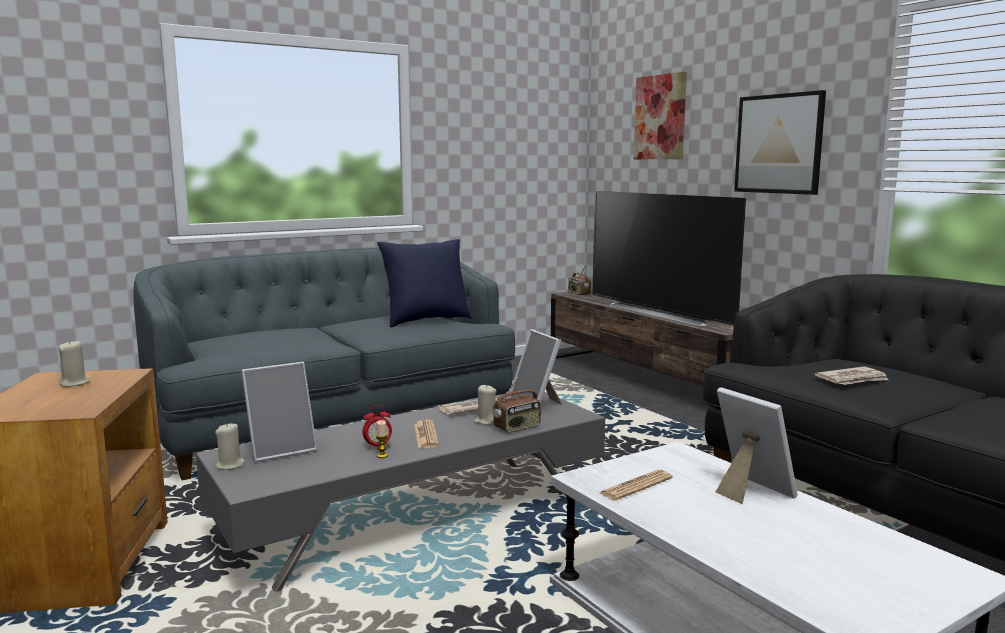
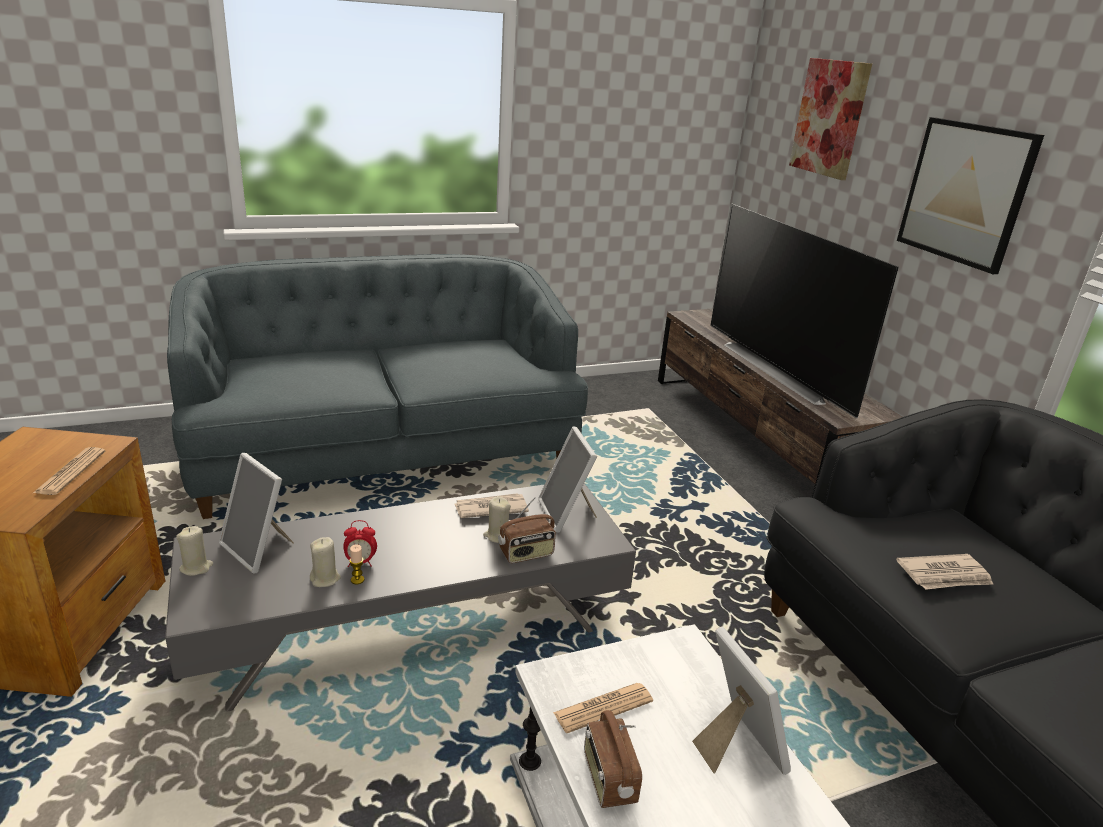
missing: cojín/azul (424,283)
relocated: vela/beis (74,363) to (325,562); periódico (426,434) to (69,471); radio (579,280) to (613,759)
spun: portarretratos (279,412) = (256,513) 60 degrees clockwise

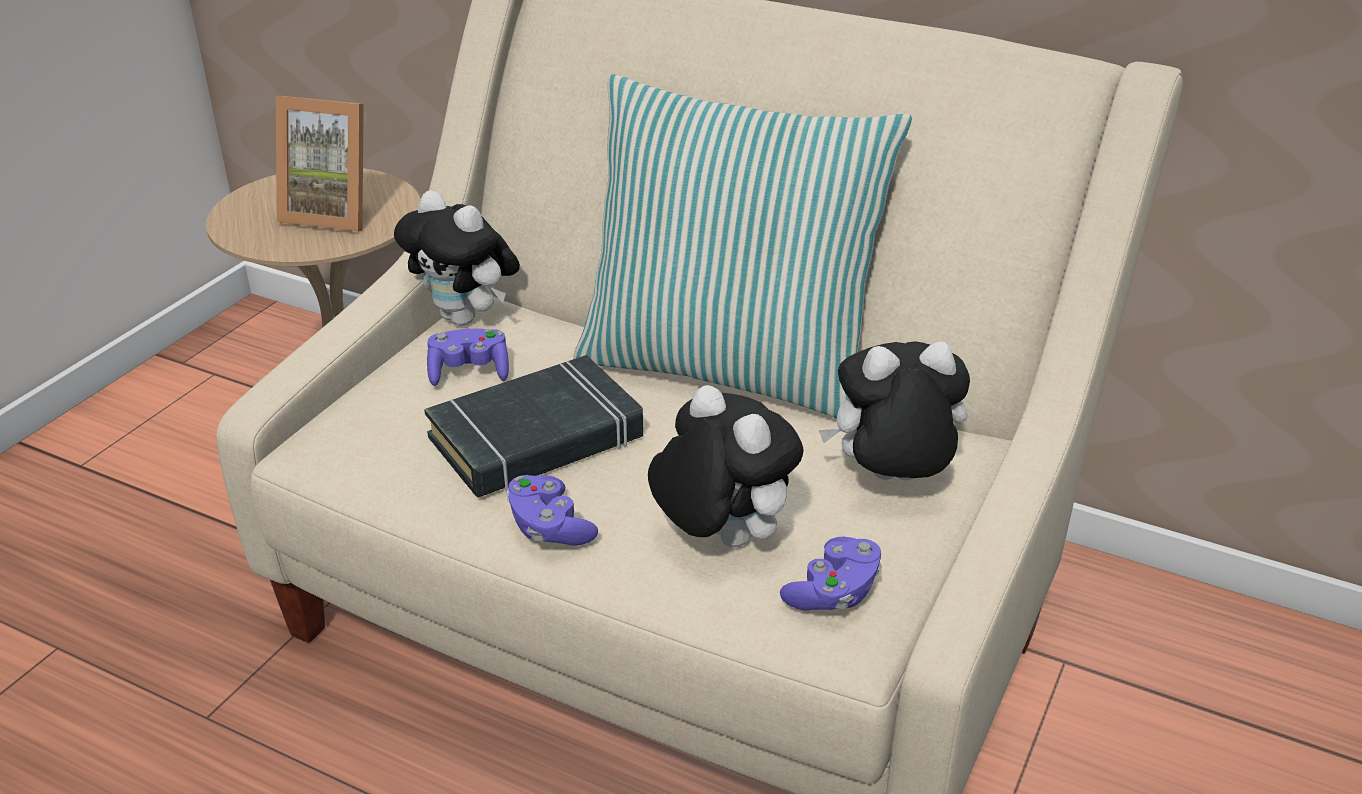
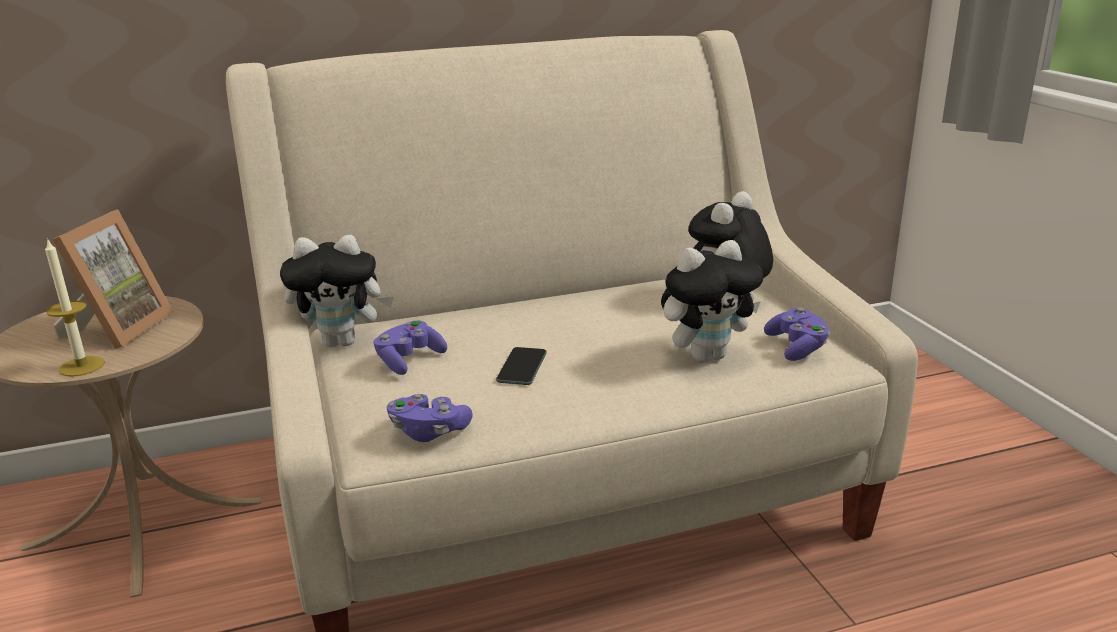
missing: cojín (742,246)
appeared: vela (75,307)
relocated: mando de consola/morado (552,510) to (430,418)
exchanged: libro/negro (533,426) to móvil (521,366)
spun: portarretratos (320,164) = (112,279) 45 degrees counterclockwise; peluche (726,466) = (712,301) 150 degrees clockwise

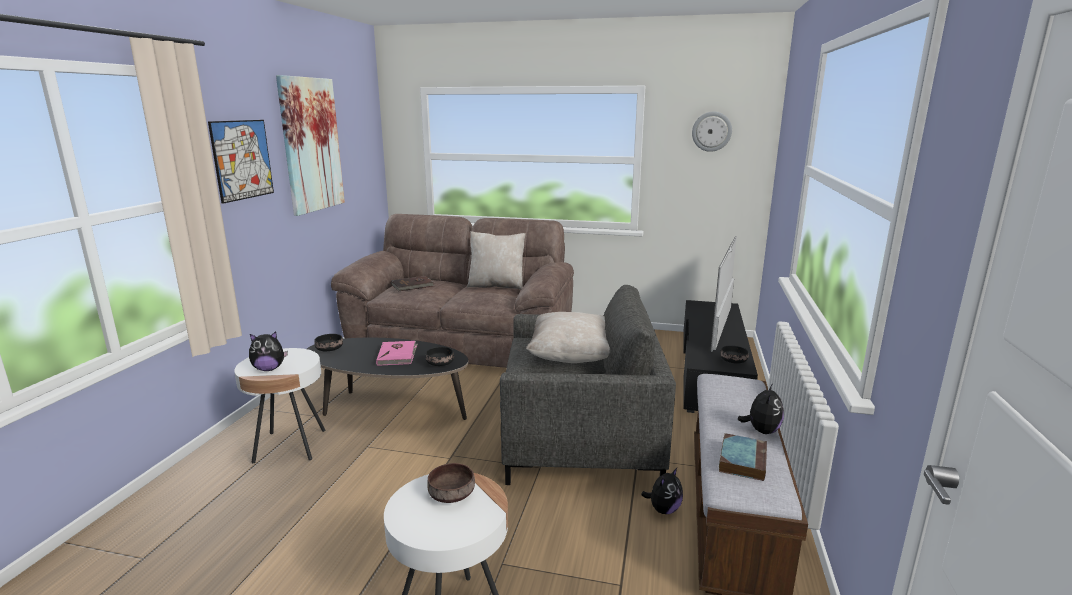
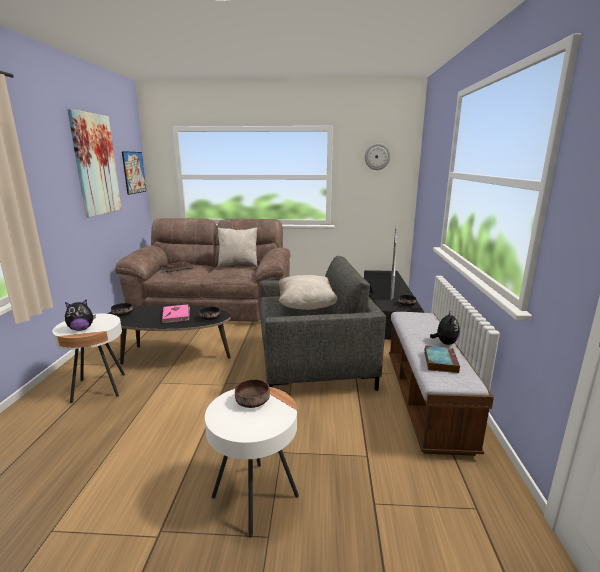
missing: peluche (662,491)
relocated: cuadro (241,162) to (134,173)

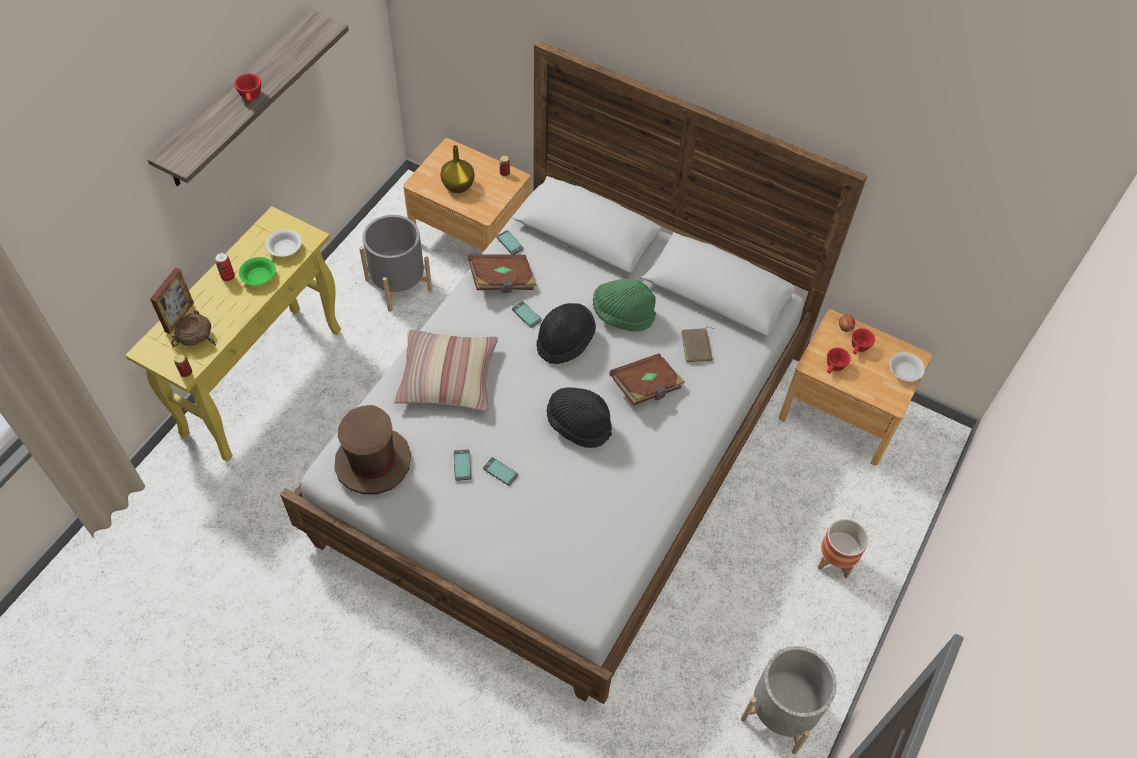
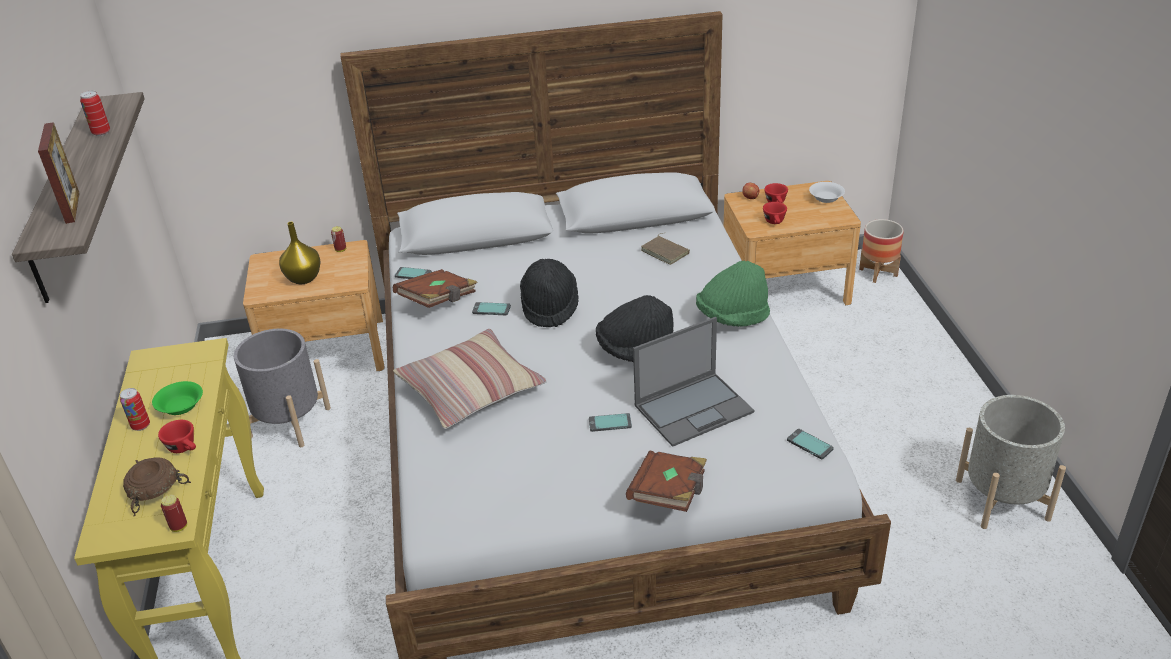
missing: cuenco/blanco (284,243); sombrero/marrón (372,449)
appeared: lata (95,113); portátil (693,382)
relocated: portarretratos (172,300) to (58,173); taza/rojo (247,88) to (177,436); móvil (462,465) to (810,444); sombrero/verde (624,305) to (733,294); libro/marrón (647,379) to (666,481); maceta (843,548) to (881,251)

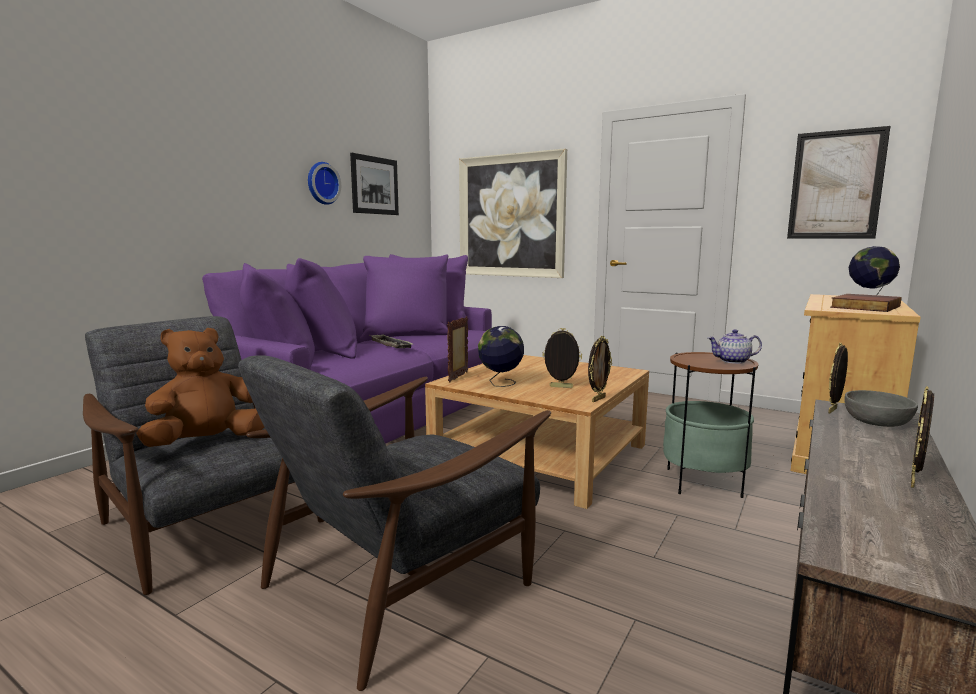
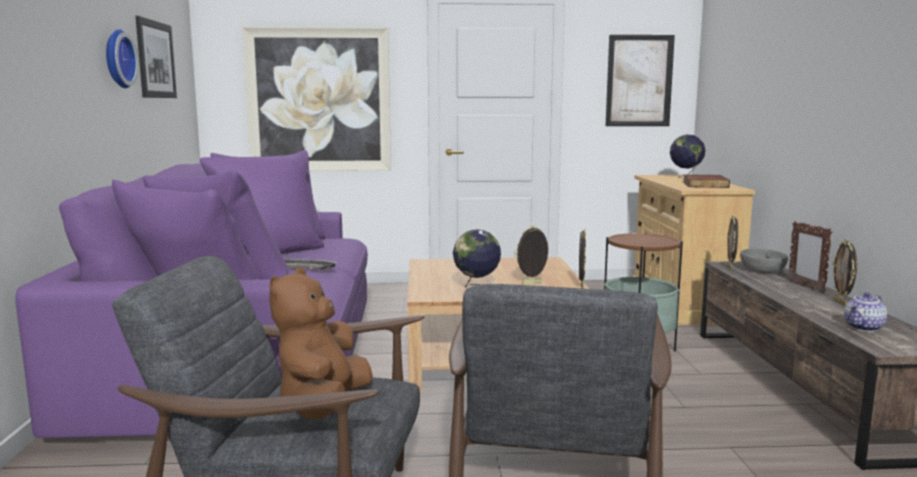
relocated: portarretratos (457,349) to (810,257); tetera (735,346) to (865,312)

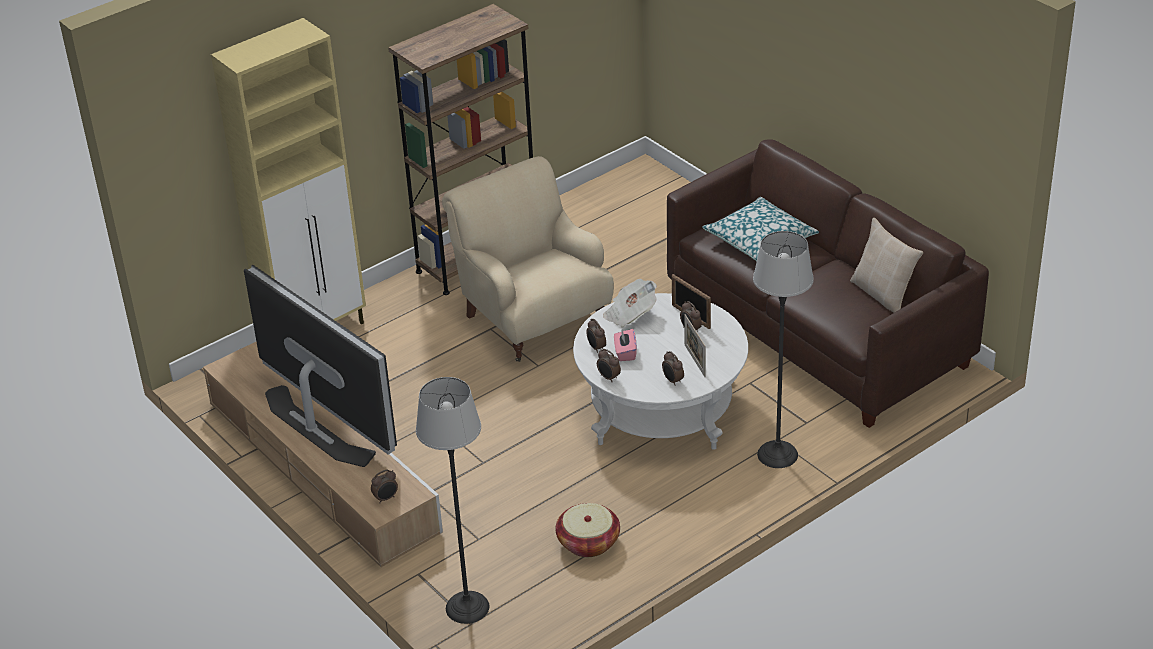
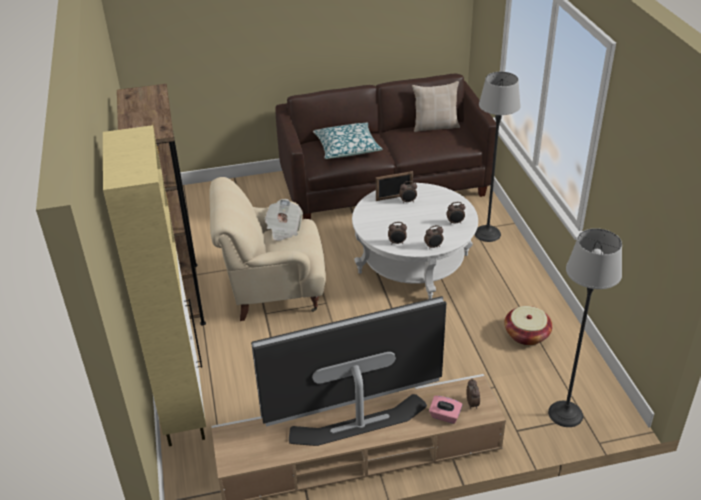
missing: portarretratos (695,345)
relocated: periódico (630,303) to (283,220); caja de pañuelos/rosa (625,345) to (445,410)

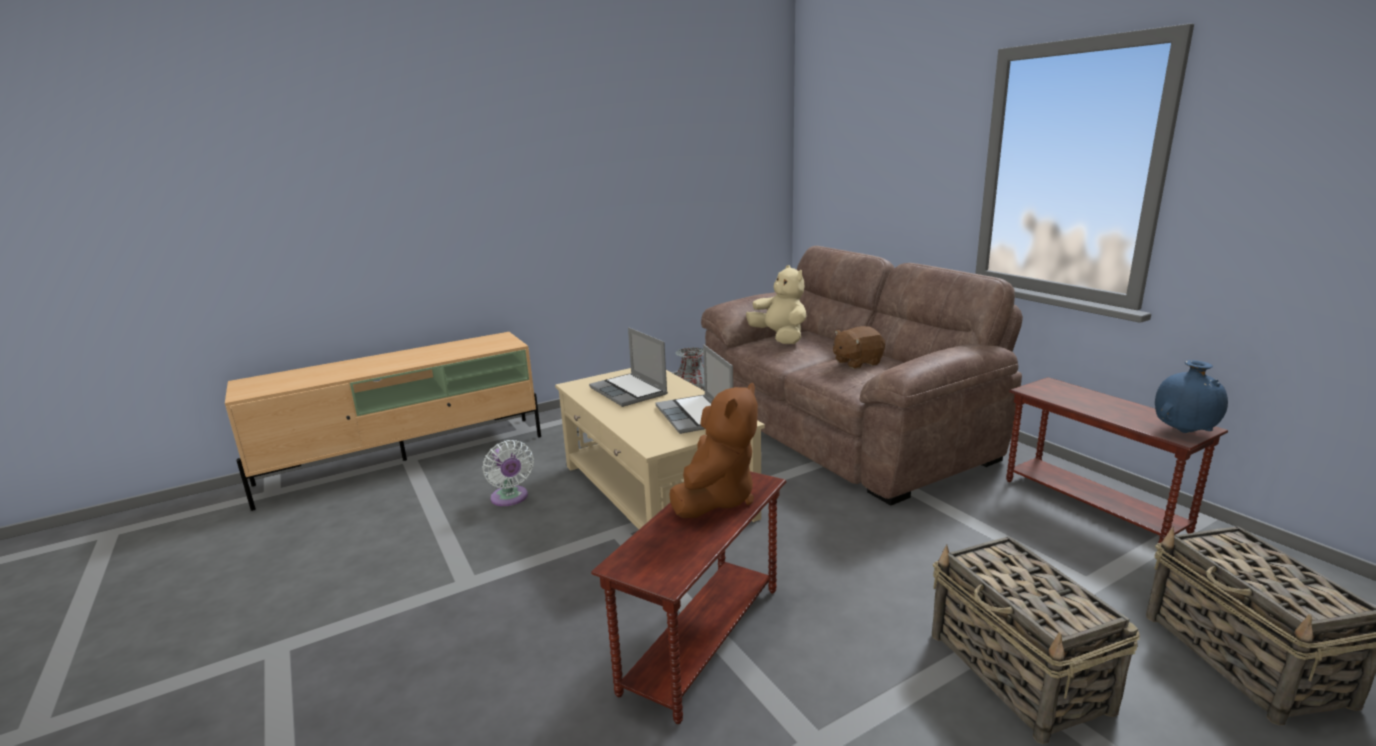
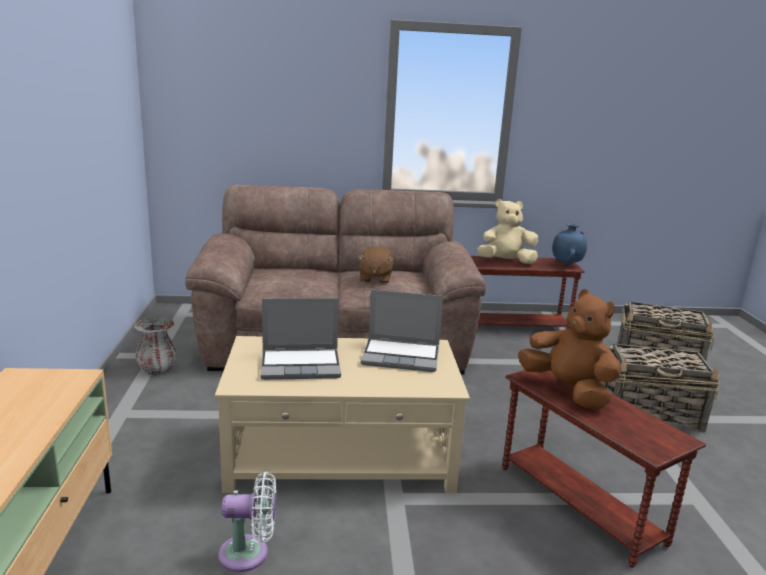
relocated: peluche/beis (776,304) to (507,231)

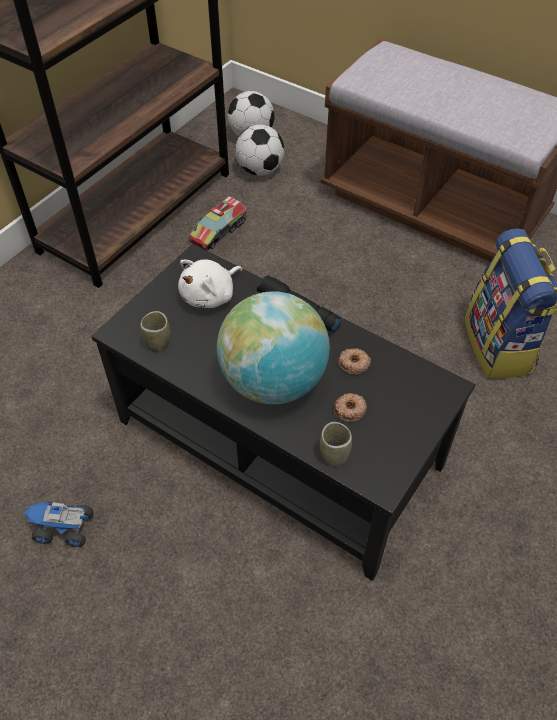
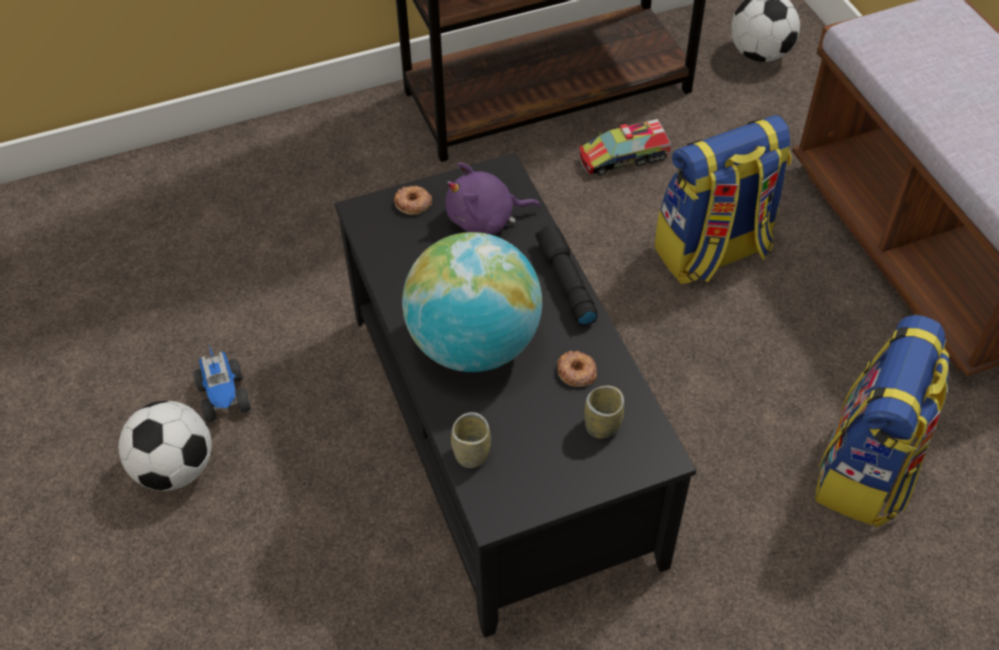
appeared: mochila (722,199)
relocated: taza (155,331) to (604,412); balón de fútbol (259,150) to (165,446); rosquilla (350,407) to (413,200)
colour: peluche/blanco (210,284) to peluche/morado (493,198)
spun: camión de juguete (58,524) = (222,384) 150 degrees counterclockwise

